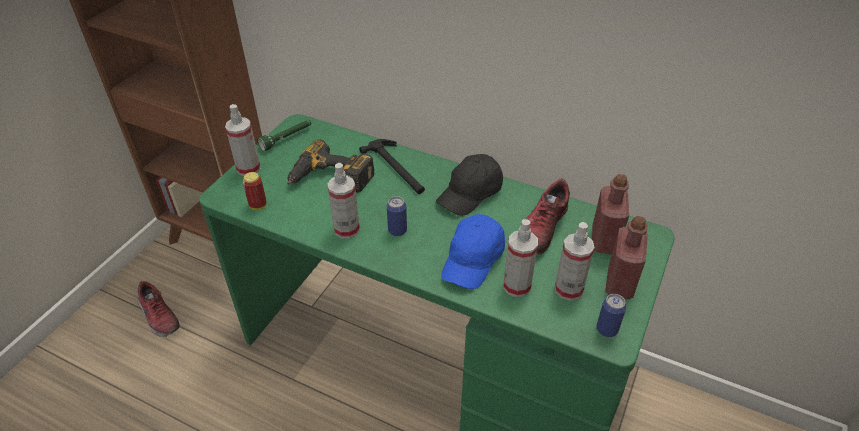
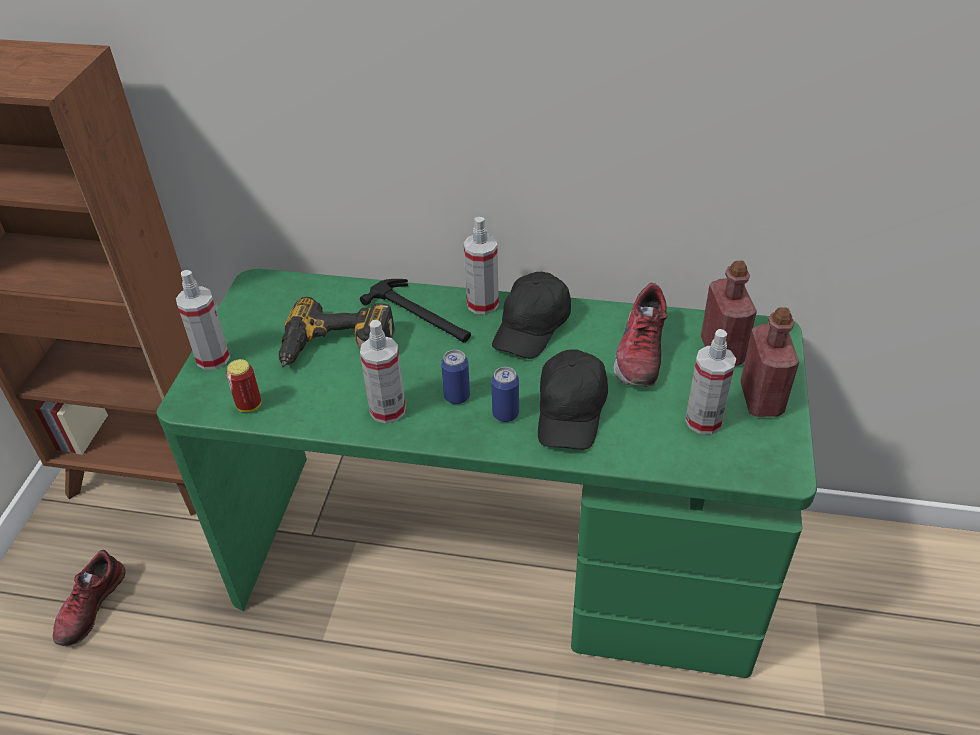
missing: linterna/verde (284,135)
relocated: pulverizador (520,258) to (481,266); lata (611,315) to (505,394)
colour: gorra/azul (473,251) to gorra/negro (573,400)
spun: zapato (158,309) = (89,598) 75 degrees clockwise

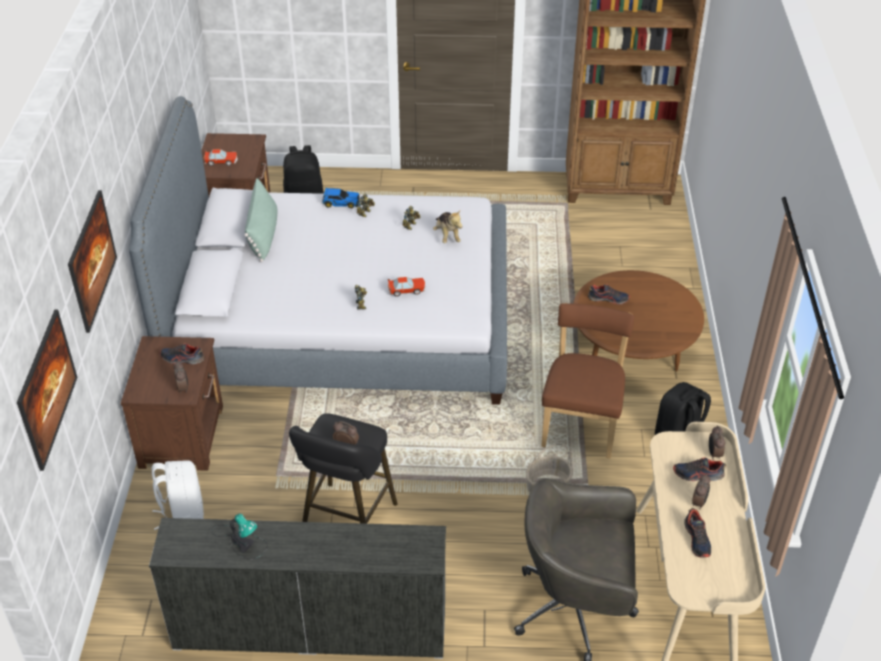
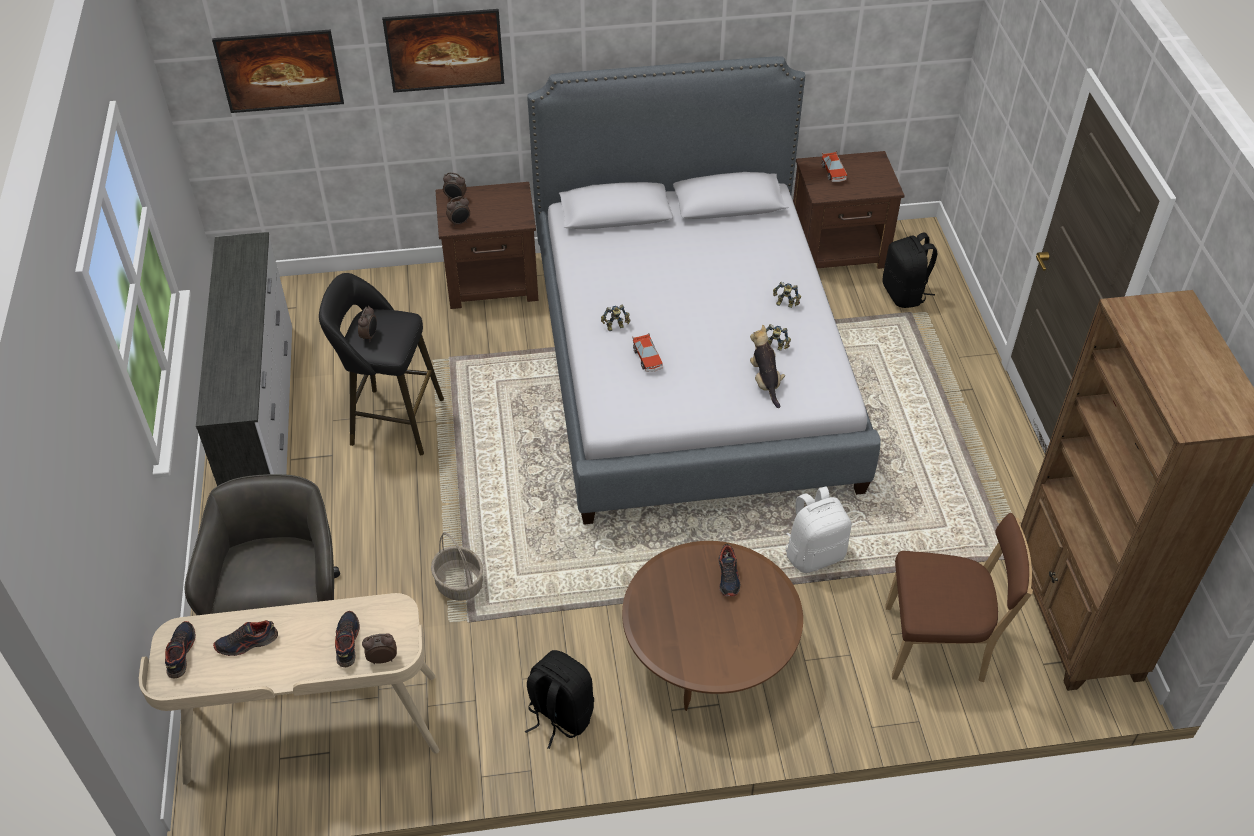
missing: lámpara de mesa (240,536); cojín/verde (260,220); coche de juguete (341,198)
relocated: mochila/blanco (178,495) to (818,530); zapato (182,353) to (180,649); silla/marrón (588,381) to (959,597); despertador (701,492) to (455,186)
spun: peluche (447,227) = (767,366) 105 degrees clockwise

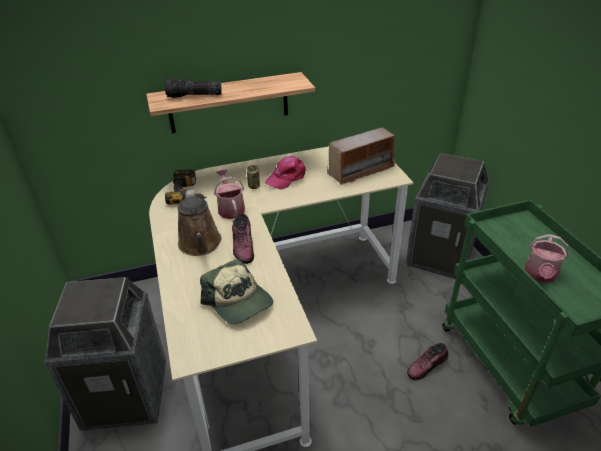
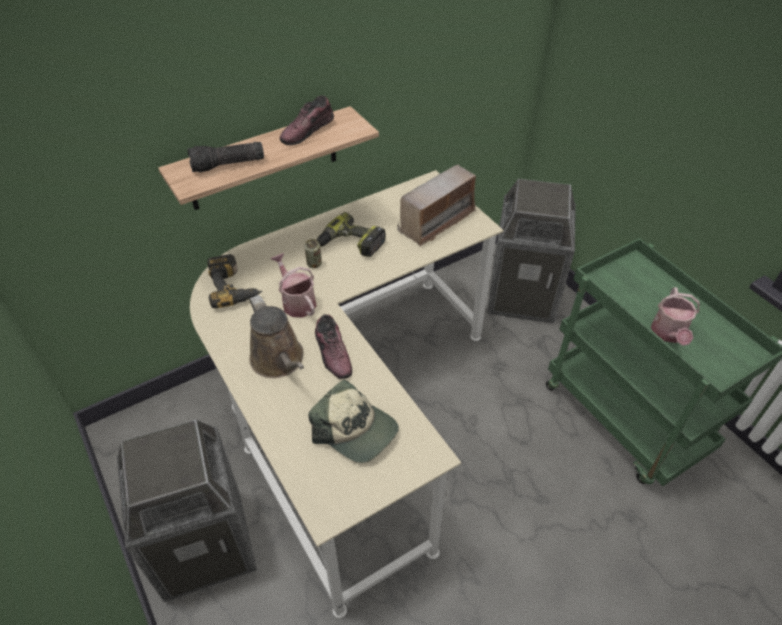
relocated: zapato (428,361) to (307,120)
exchanged: gorra/rosa (285,173) to taladro (351,234)

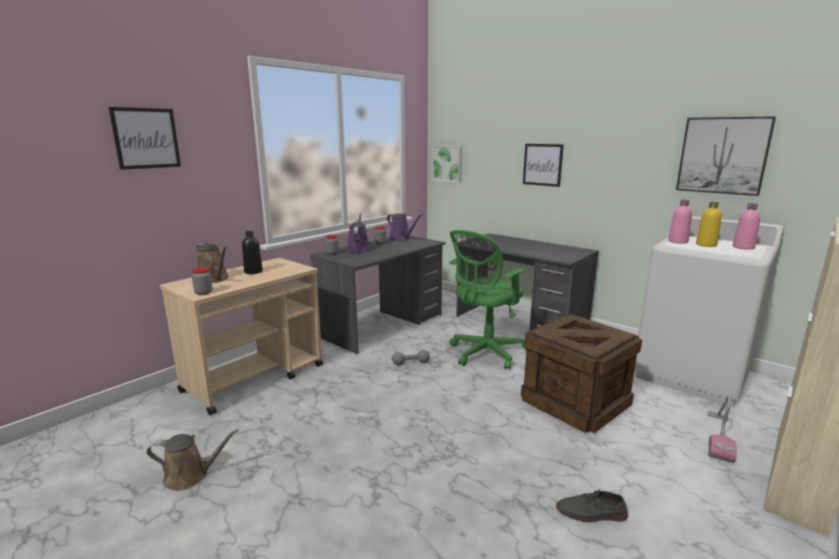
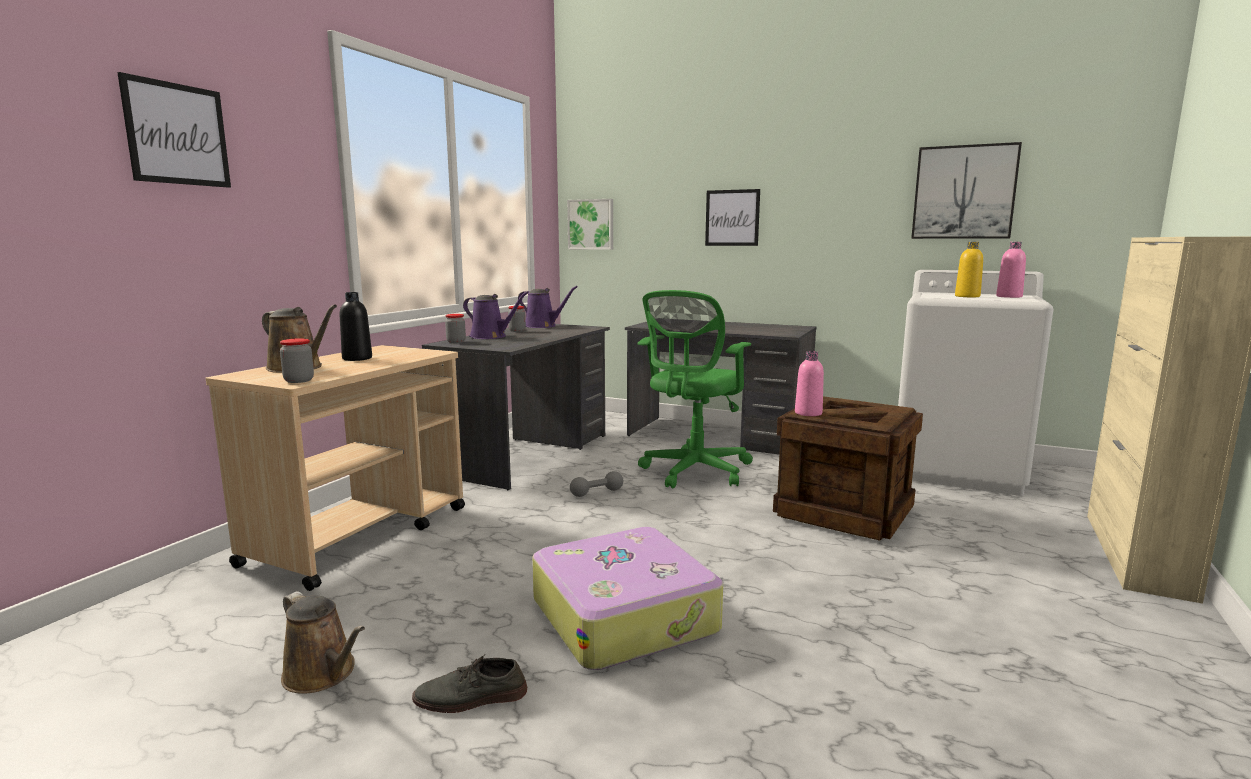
missing: aspiradora (722,429)
appeared: maleta (627,598)
relocated: zapato/gris (592,505) to (469,684); botella/rosa (680,222) to (809,383)
spun: regadera/marrón (193,460) = (323,642) 60 degrees clockwise; regadera/morado (358,233) = (495,315) 135 degrees clockwise

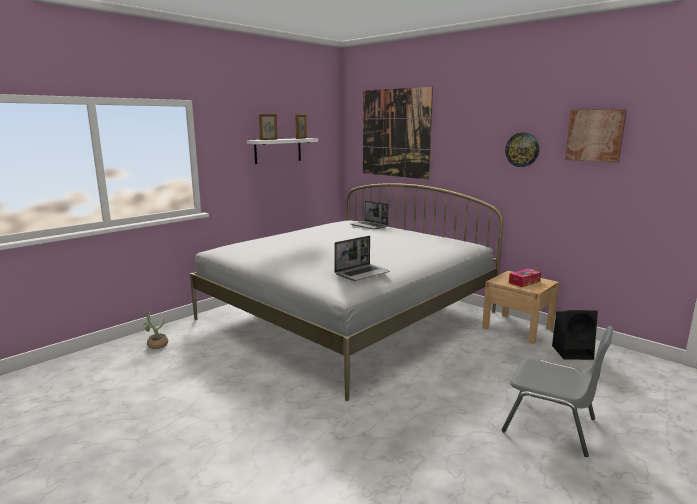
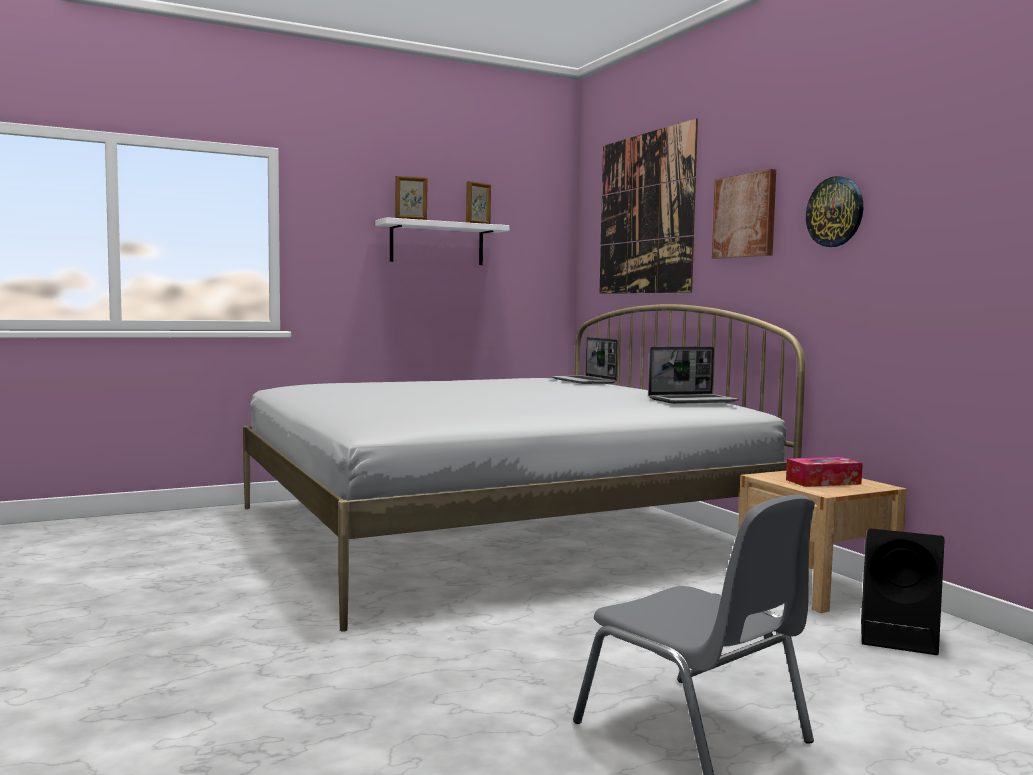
missing: planta en maceta (154,330)
relocated: portátil (362,258) to (693,375); cuadro (596,136) to (744,214)

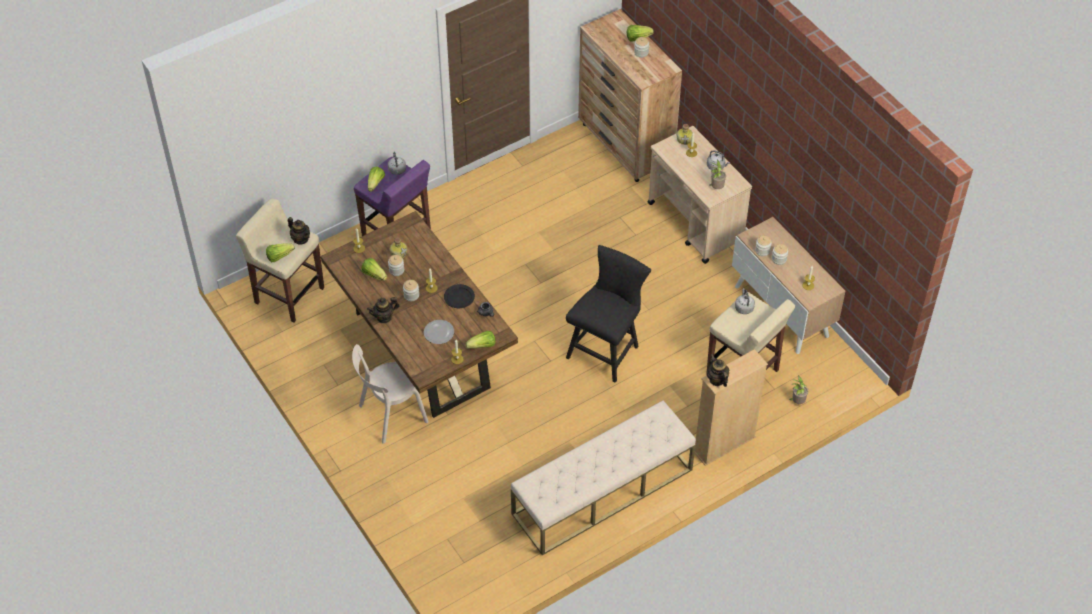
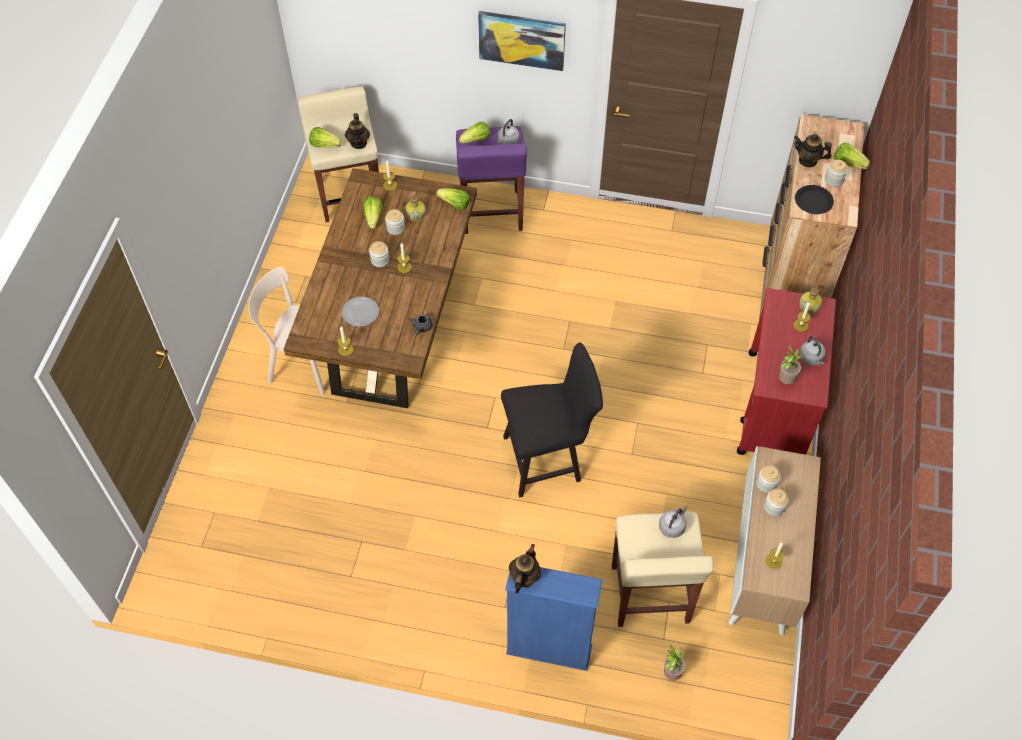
missing: banco/beis (603,478)
appeared: cuadro (522,41)
relocated: tetera (383,310) to (813,150); plato/negro (459,296) to (814,199); lechuga (480,340) to (453,199)
colour: carrito/beis (700,195) to carrito/rojo (786,371); estantería/beis (731,407) to estantería/azul (554,619)

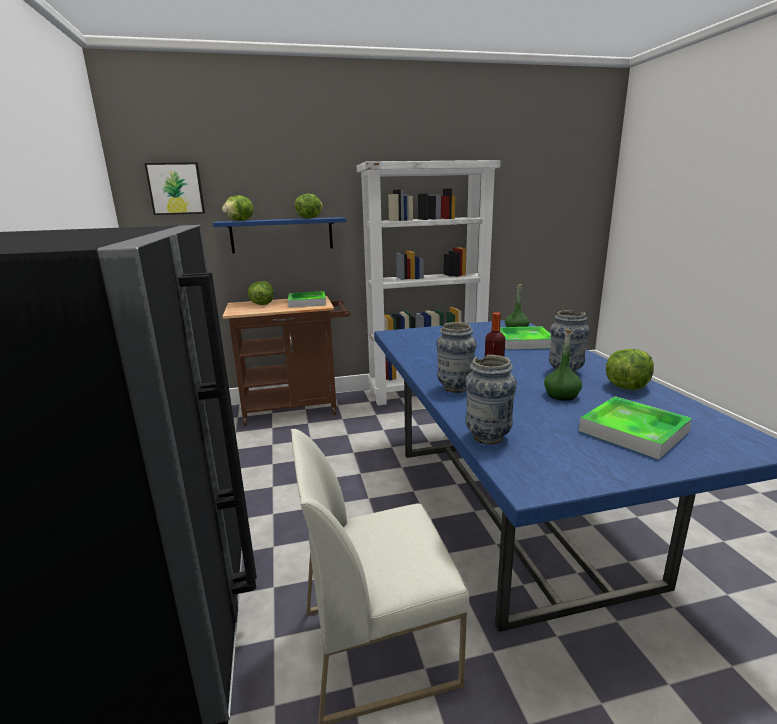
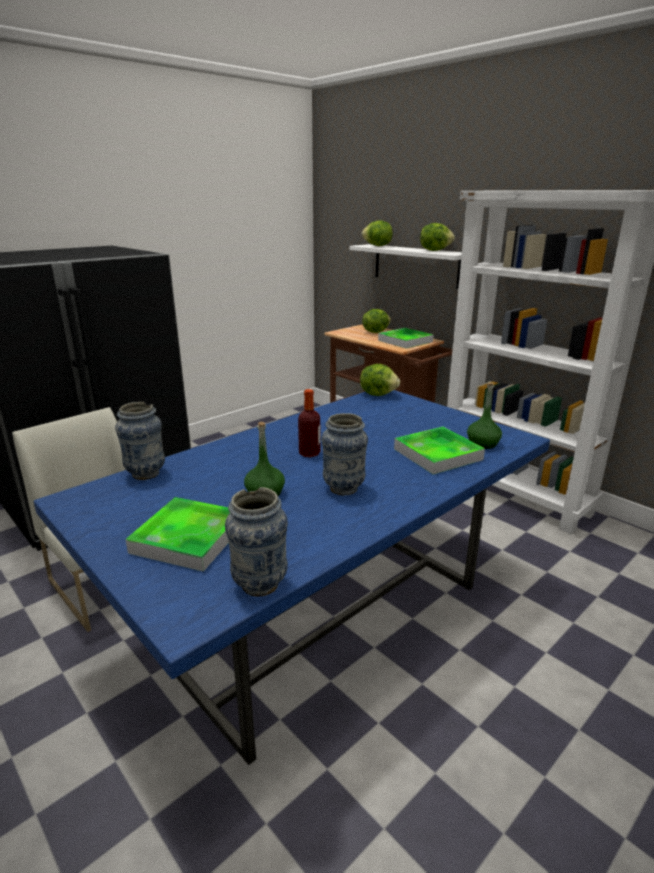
missing: cuadro (175,188)
relocated: florero (456,357) to (256,542); lechuga (630,369) to (380,380)
colour: estante/azul (279,235) to estante/blanco (406,266)

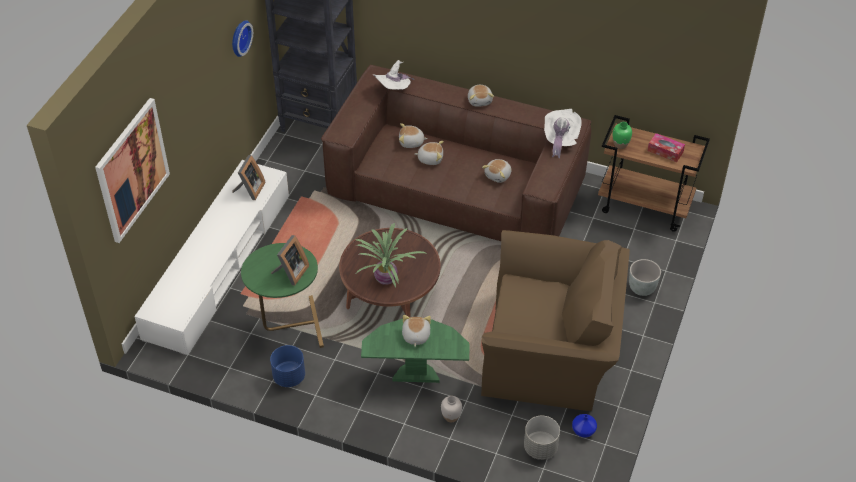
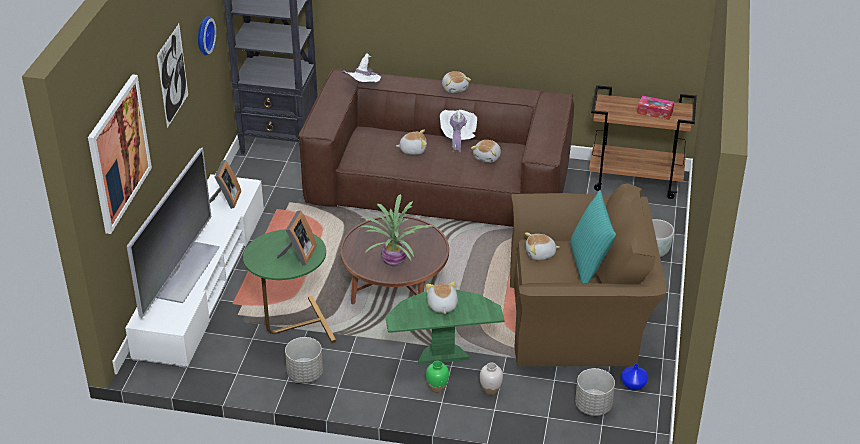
appeared: televisor (173,233); cuadro (172,76); cojín/turquesa (593,236)
relocated: peluche (413,135) to (542,246); sombrero/blanco (563,133) to (458,131); florero/verde (622,135) to (437,377)
colour: maceta/azul (287,366) to maceta/gris (304,360)

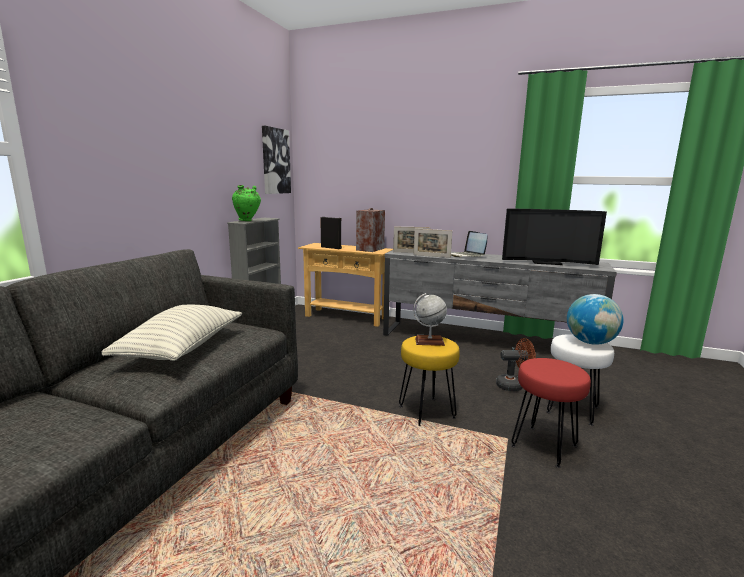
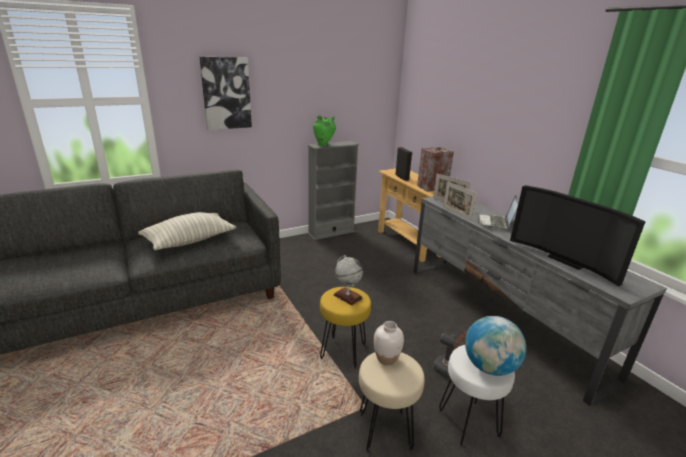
appeared: florero/blanco (389,343)
relocated: cuadro (276,160) to (226,93)
colour: taburete/rojo (551,413) to taburete/beis (392,402)

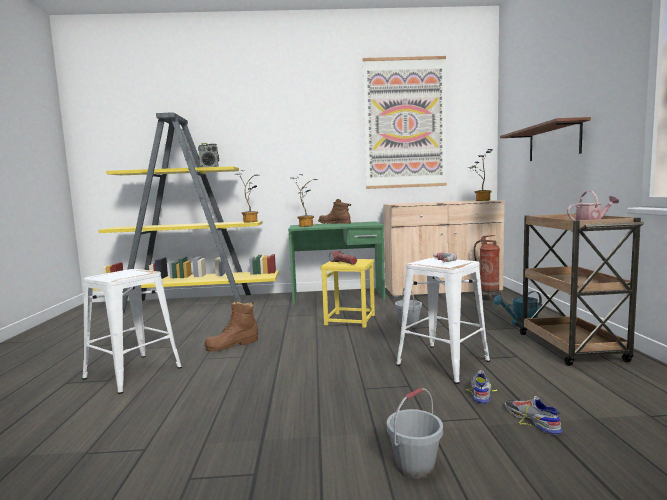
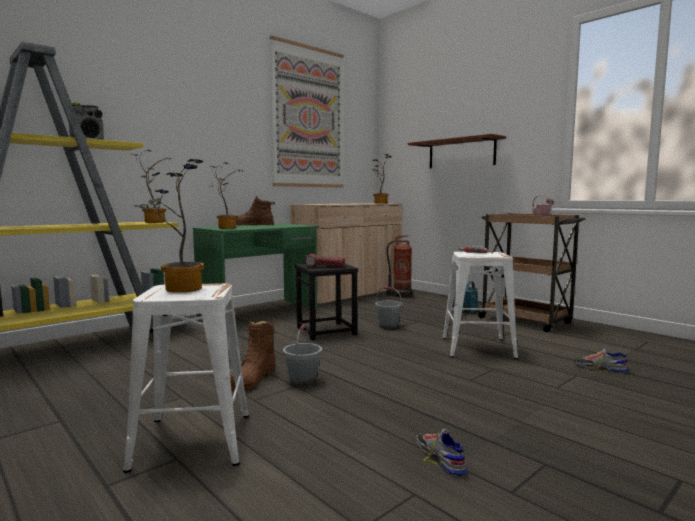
appeared: planta en maceta (168,226)
relocated: cubo/gris (415,433) to (302,355); zapato (481,387) to (442,453)
colour: taburete/amarillo (347,293) to taburete/negro (326,302)

